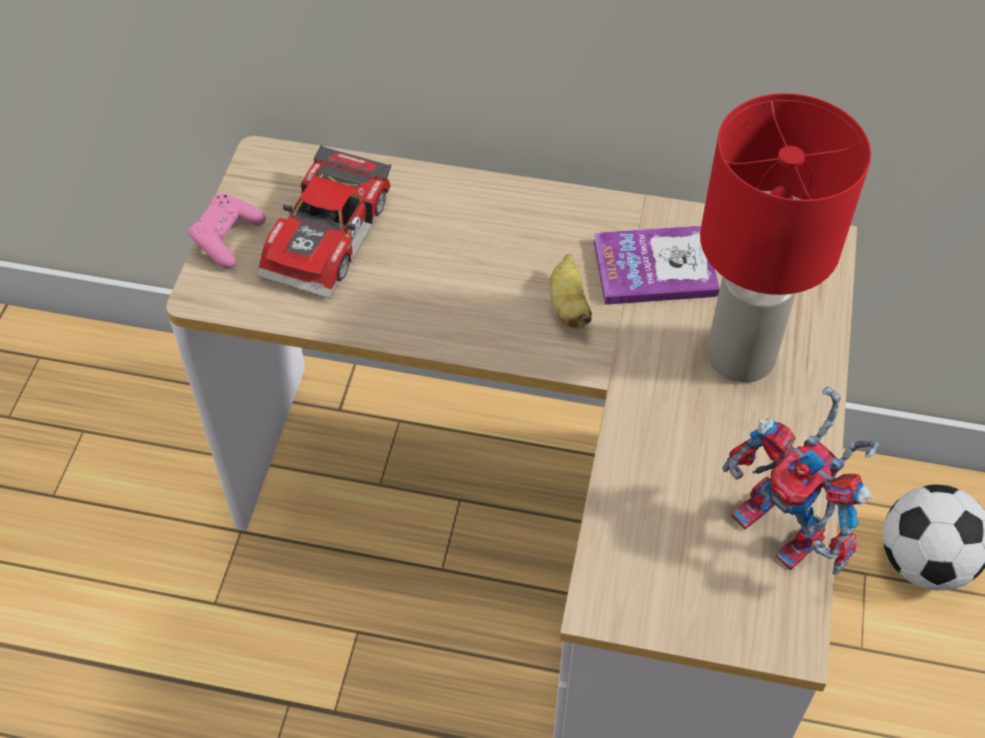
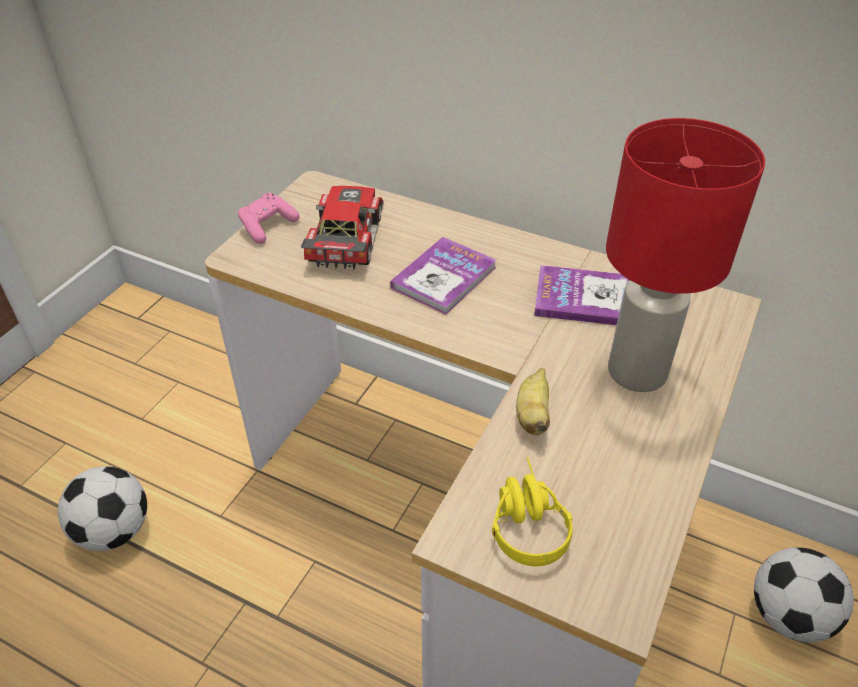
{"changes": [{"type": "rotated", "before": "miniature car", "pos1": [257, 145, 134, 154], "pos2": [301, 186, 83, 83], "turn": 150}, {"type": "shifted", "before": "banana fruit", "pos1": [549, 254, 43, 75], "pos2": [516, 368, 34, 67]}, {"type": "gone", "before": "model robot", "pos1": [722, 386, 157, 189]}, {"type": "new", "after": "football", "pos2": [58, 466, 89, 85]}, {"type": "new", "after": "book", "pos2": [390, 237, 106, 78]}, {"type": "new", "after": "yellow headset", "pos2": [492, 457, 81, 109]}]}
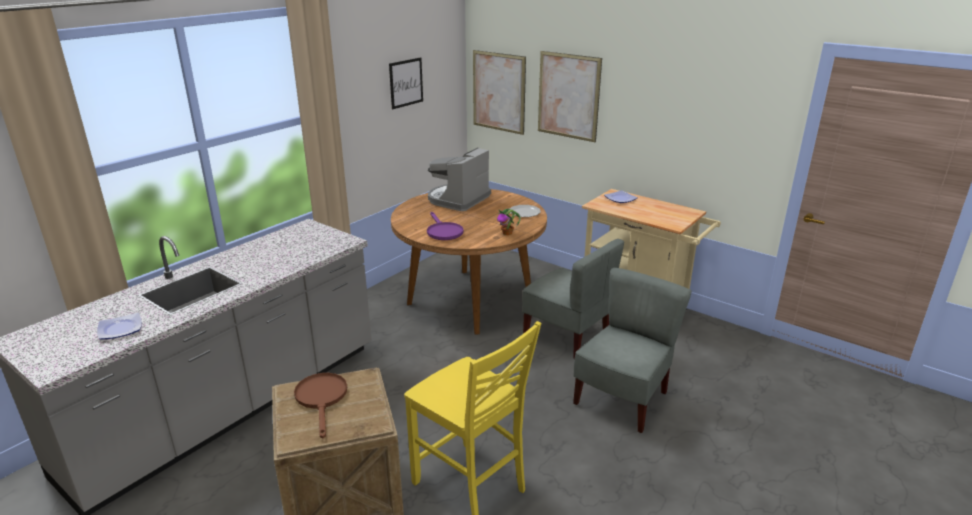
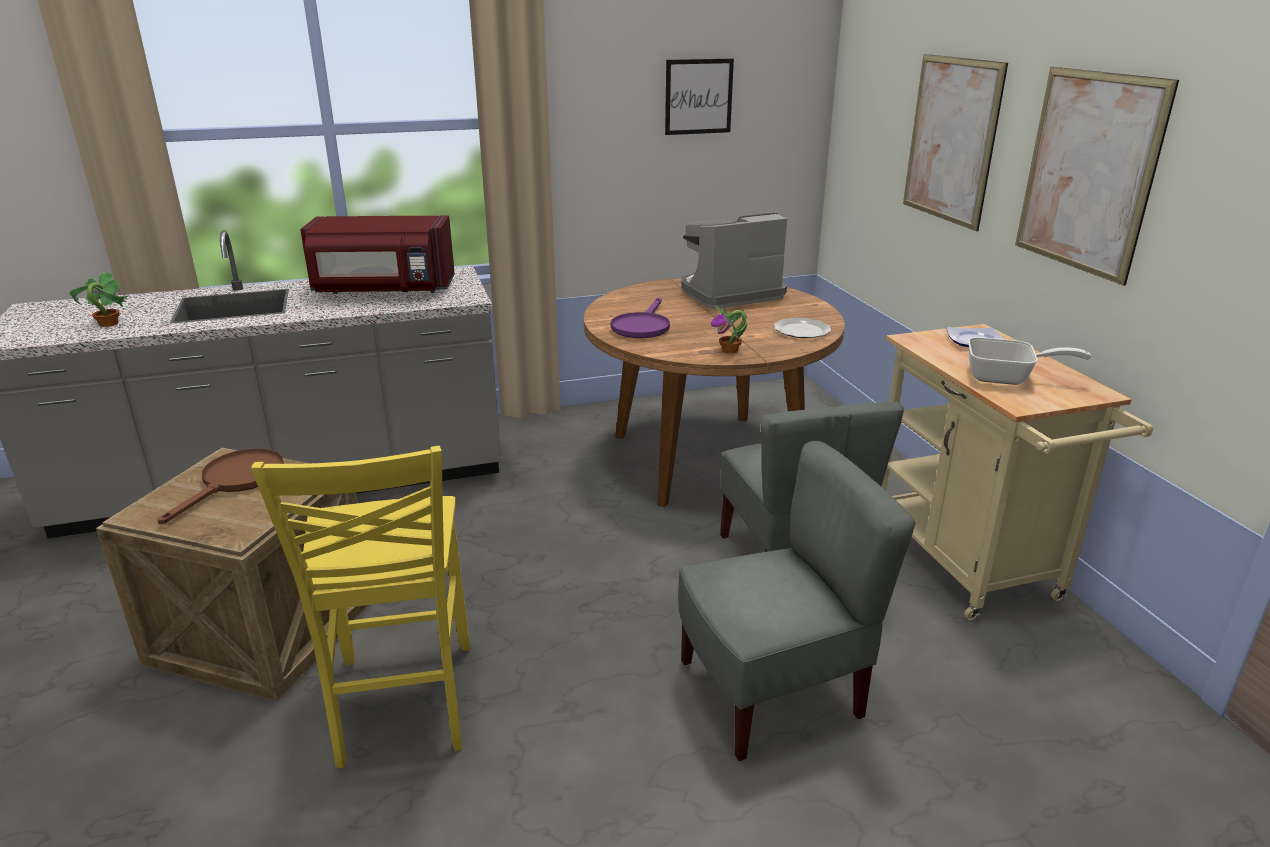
{"changes": [{"type": "swapped", "before": "plate", "after": "potted plant", "pos1": [97, 313, 45, 27], "pos2": [70, 271, 58, 56]}, {"type": "shifted", "before": "picture", "pos1": [473, 50, 53, 85], "pos2": [1015, 67, 164, 219]}, {"type": "new", "after": "red-coloured kitchen microwave", "pos2": [300, 215, 155, 79]}, {"type": "new", "after": "frying pan", "pos2": [968, 337, 123, 48]}]}
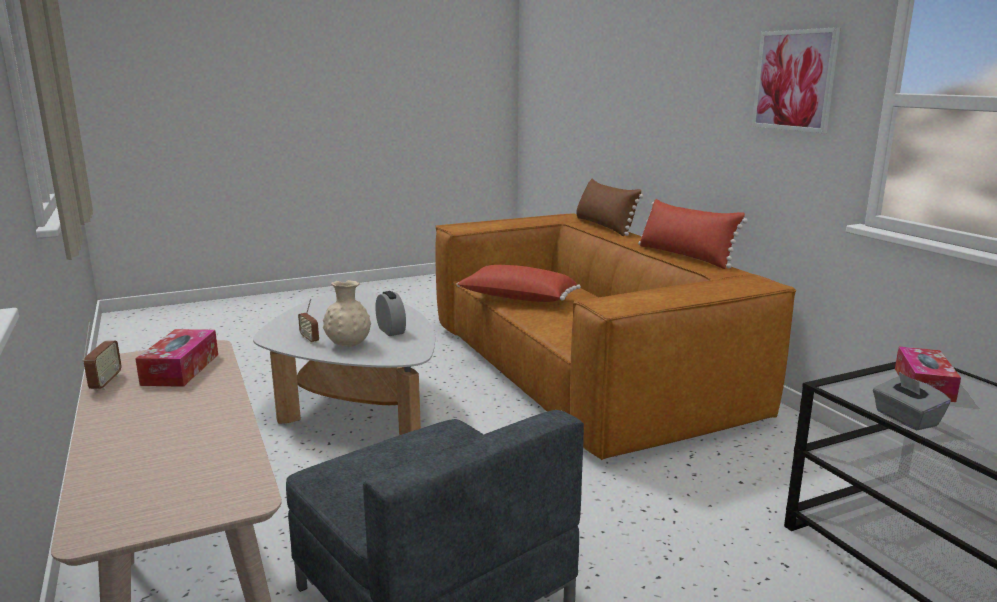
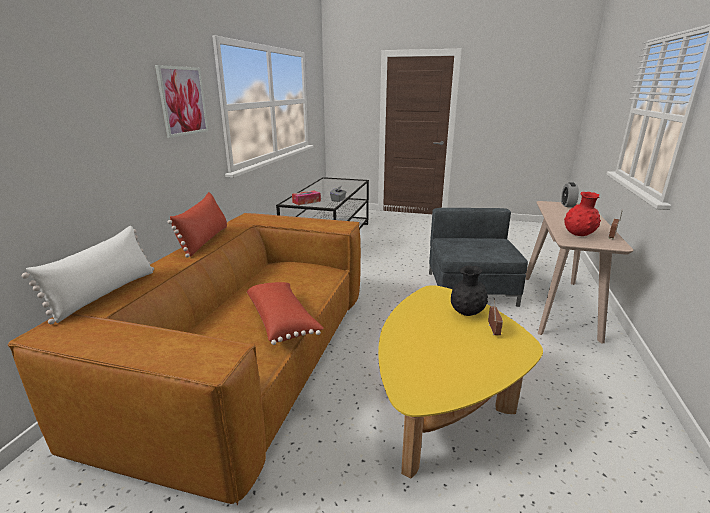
{"changes": [{"type": "swapped", "before": "tissue holder", "after": "red-coloured vase", "pos1": [135, 329, 83, 58], "pos2": [564, 192, 37, 44]}, {"type": "repainted", "before": "whitish coffee table", "after": "yellow coffee table", "pos1": [253, 289, 182, 146], "pos2": [378, 285, 165, 193]}, {"type": "repainted", "before": "beige vase", "after": "blackish vase", "pos1": [323, 280, 48, 67], "pos2": [451, 266, 37, 50]}, {"type": "shifted", "before": "table clock", "pos1": [375, 291, 31, 45], "pos2": [561, 182, 18, 25]}, {"type": "repainted", "before": "brown-coloured cushion", "after": "whitish cushion", "pos1": [576, 179, 68, 57], "pos2": [22, 226, 132, 98]}]}
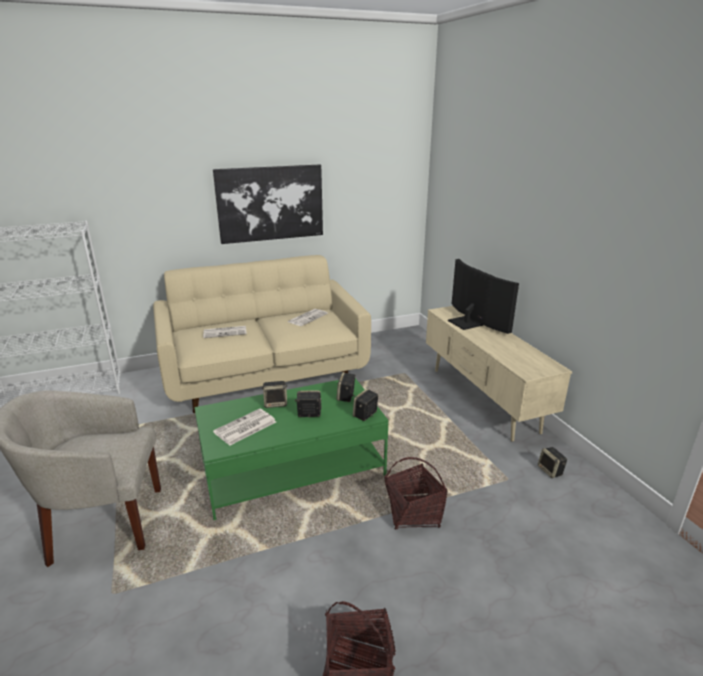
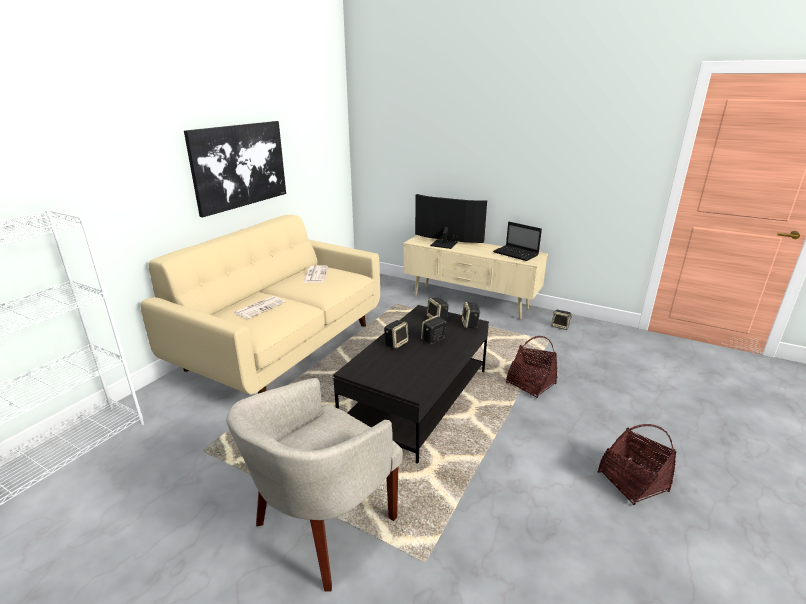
{"changes": [{"type": "repainted", "before": "green-coloured coffee table", "after": "blackish coffee table", "pos1": [194, 378, 195, 142], "pos2": [333, 305, 156, 159]}, {"type": "gone", "before": "printed paper", "pos1": [213, 409, 63, 37]}, {"type": "new", "after": "laptop", "pos2": [493, 222, 49, 39]}]}
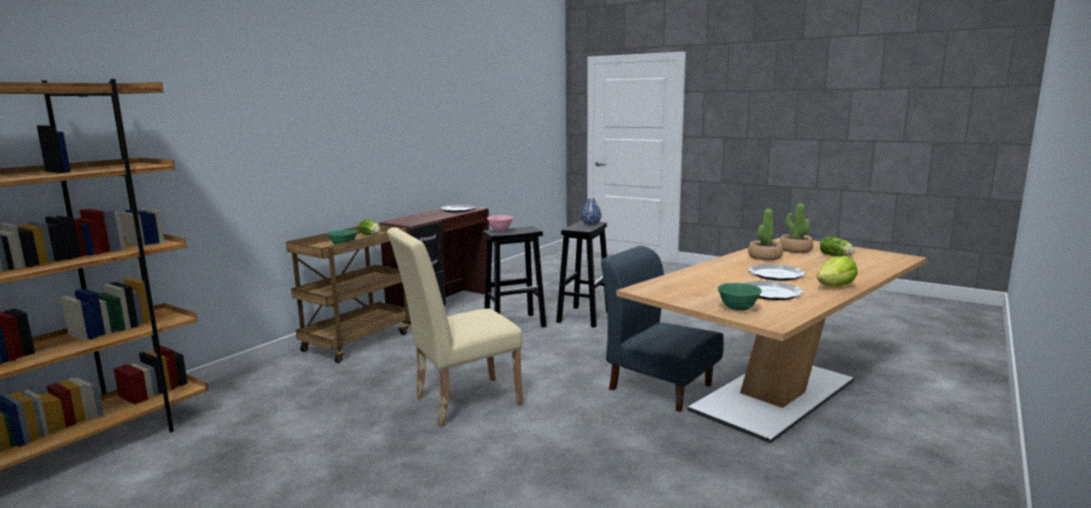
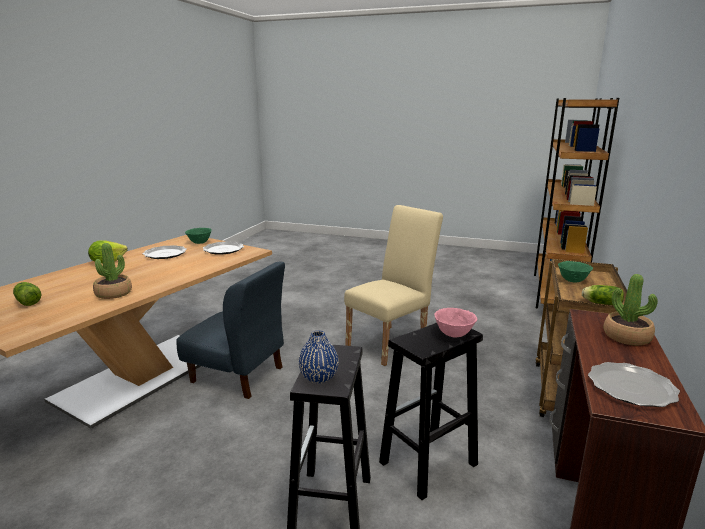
{"changes": [{"type": "shifted", "before": "plate", "pos1": [748, 264, 58, 17], "pos2": [203, 241, 41, 14]}, {"type": "shifted", "before": "potted plant", "pos1": [779, 203, 34, 50], "pos2": [604, 274, 54, 71]}]}
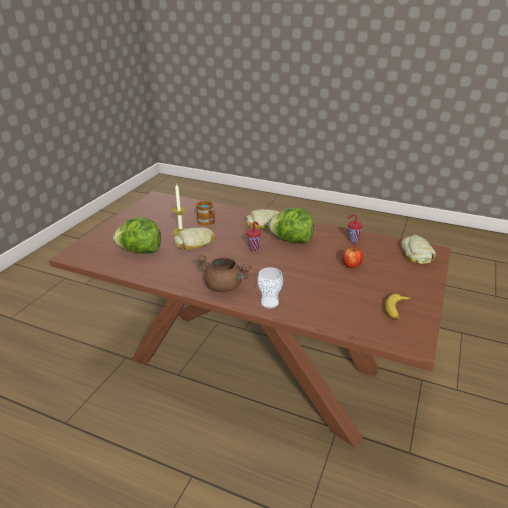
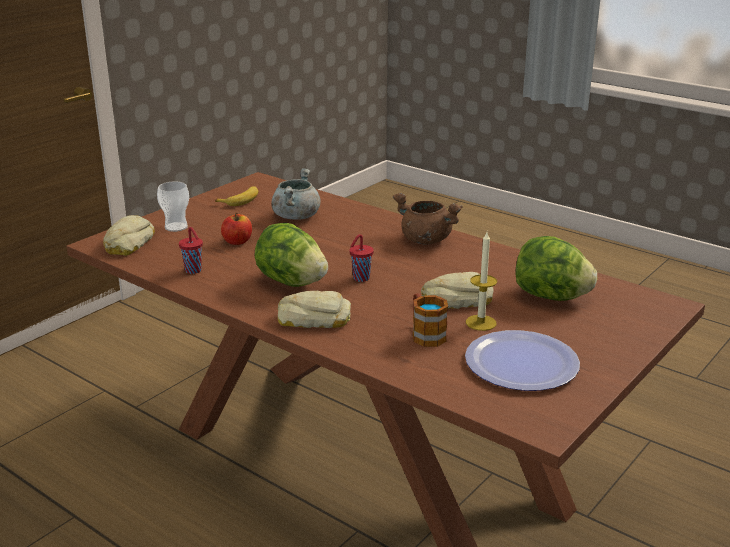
{"changes": [{"type": "shifted", "before": "drinking cup", "pos1": [257, 267, 26, 41], "pos2": [157, 181, 32, 51]}, {"type": "new", "after": "grey saucepot", "pos2": [271, 168, 50, 51]}, {"type": "new", "after": "plate", "pos2": [465, 330, 115, 61]}]}
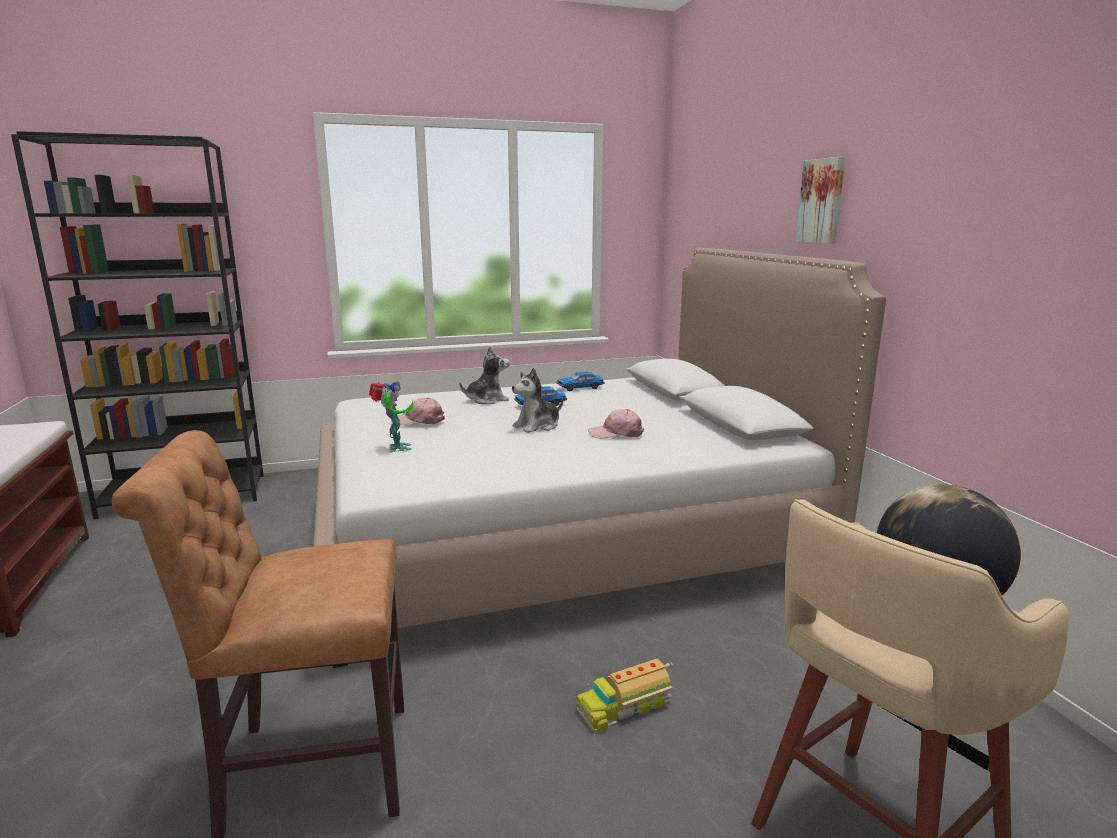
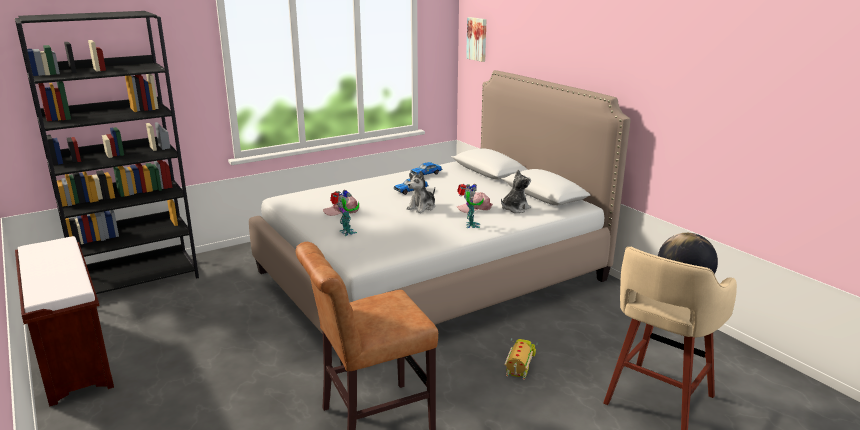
{"changes": [{"type": "shifted", "before": "cuddly toy", "pos1": [459, 346, 51, 58], "pos2": [501, 170, 30, 43]}, {"type": "rotated", "before": "toy truck", "pos1": [577, 658, 96, 75], "pos2": [504, 338, 34, 42], "turn": 150}, {"type": "shifted", "before": "picture", "pos1": [796, 157, 49, 87], "pos2": [466, 17, 21, 45]}, {"type": "new", "after": "model robot", "pos2": [457, 184, 26, 44]}]}
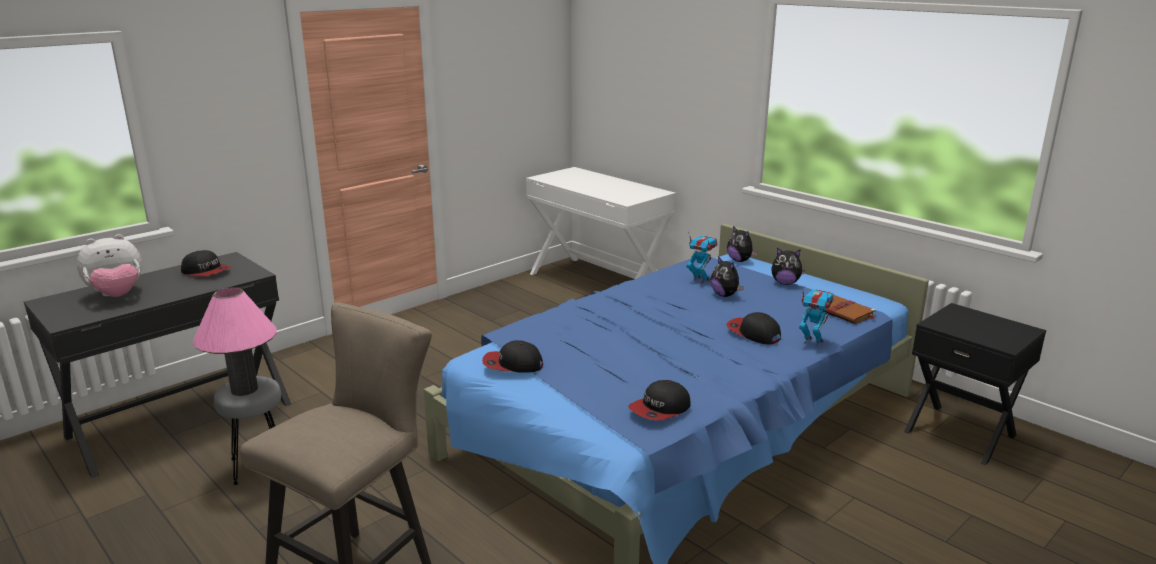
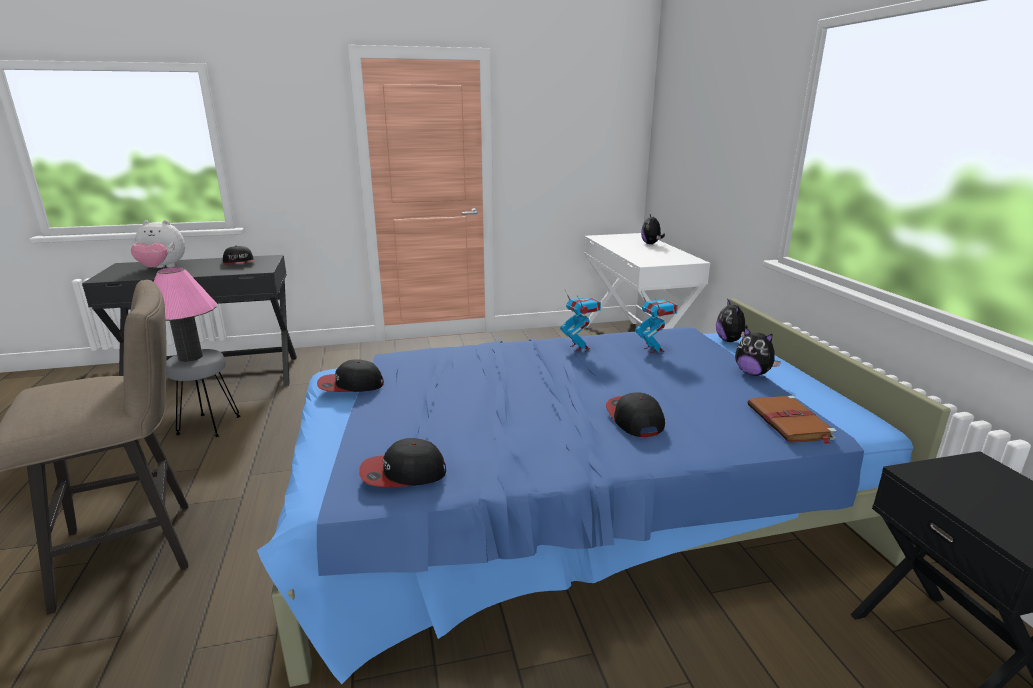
{"changes": [{"type": "rotated", "before": "baseball cap", "pos1": [482, 340, 61, 33], "pos2": [317, 359, 67, 33], "turn": -45}, {"type": "shifted", "before": "cuddly toy", "pos1": [711, 256, 33, 41], "pos2": [641, 215, 24, 29]}, {"type": "shifted", "before": "model robot", "pos1": [799, 287, 35, 59], "pos2": [560, 289, 41, 62]}]}
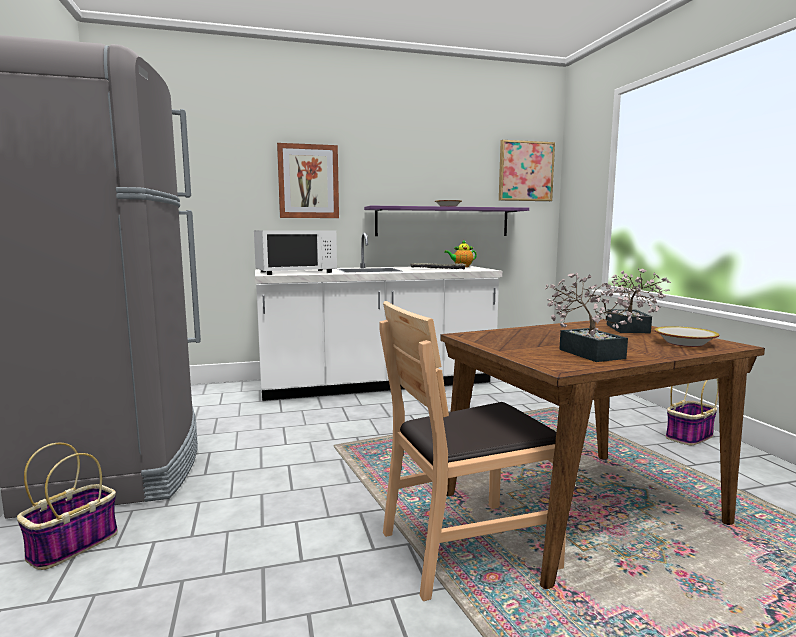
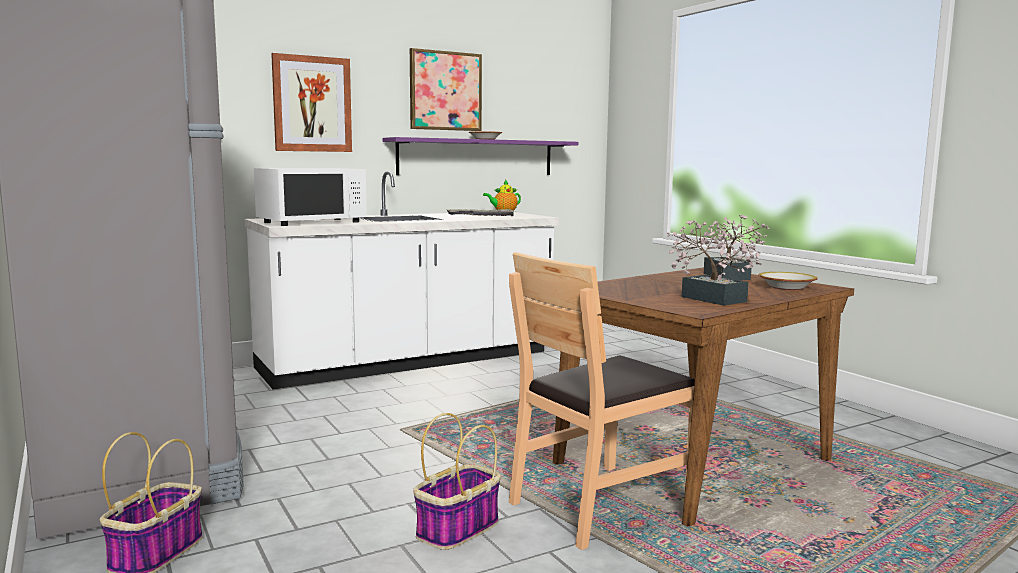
{"changes": [{"type": "shifted", "before": "picture", "pos1": [499, 140, 56, 61], "pos2": [410, 48, 72, 83]}, {"type": "shifted", "before": "storage basket", "pos1": [666, 378, 53, 67], "pos2": [413, 413, 88, 137]}]}
